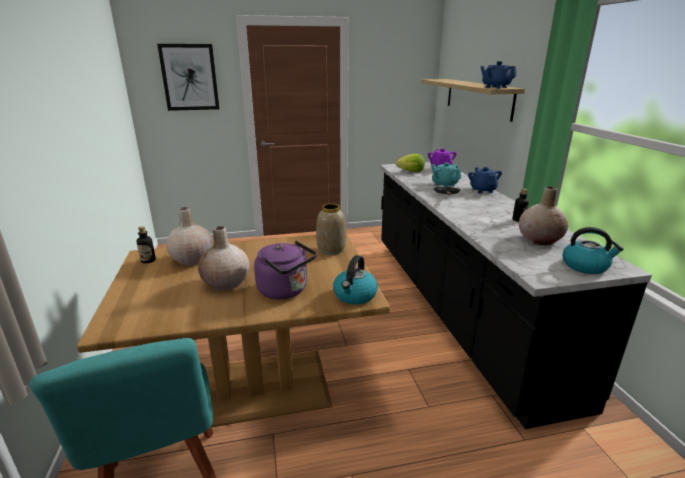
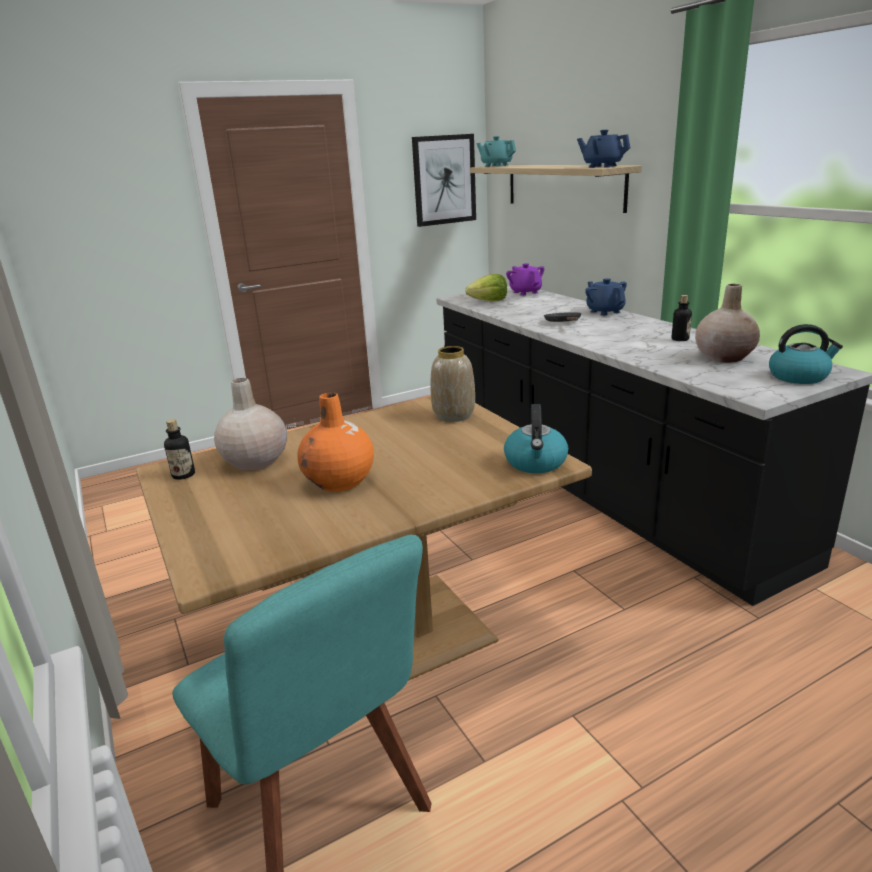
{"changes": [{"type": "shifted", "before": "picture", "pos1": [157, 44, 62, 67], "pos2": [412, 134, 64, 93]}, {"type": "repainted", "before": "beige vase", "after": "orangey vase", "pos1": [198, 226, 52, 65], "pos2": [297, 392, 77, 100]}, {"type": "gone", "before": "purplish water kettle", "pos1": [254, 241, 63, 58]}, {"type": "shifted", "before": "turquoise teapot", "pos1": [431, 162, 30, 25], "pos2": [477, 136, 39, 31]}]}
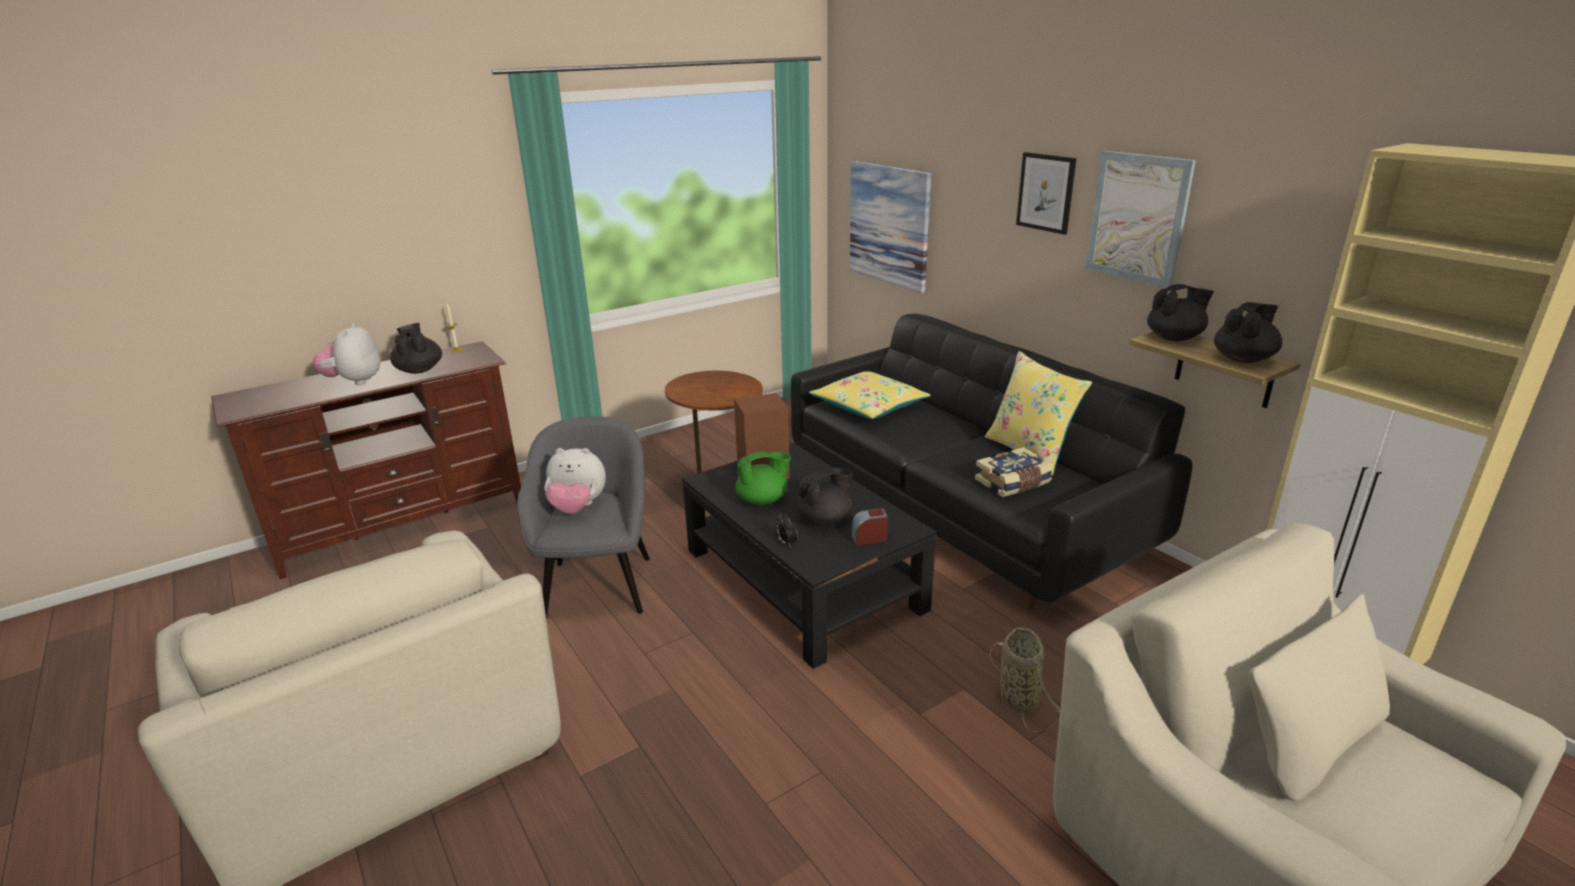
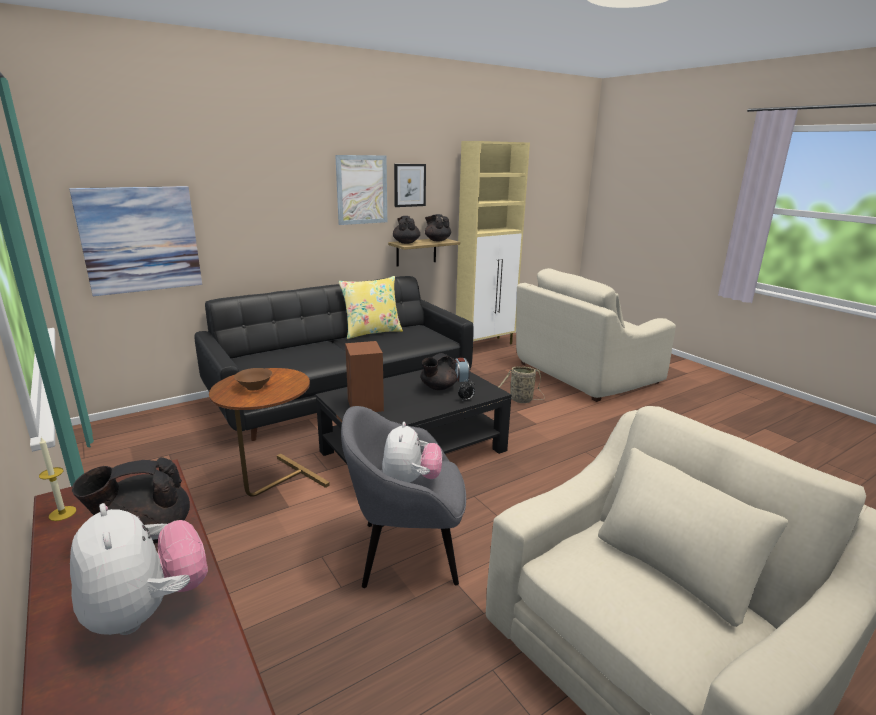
{"changes": [{"type": "rotated", "before": "cuddly toy", "pos1": [313, 323, 68, 62], "pos2": [70, 503, 138, 132], "turn": -120}, {"type": "gone", "before": "green-coloured teapot", "pos1": [735, 452, 56, 53]}, {"type": "rotated", "before": "blackish teapot", "pos1": [797, 468, 56, 57], "pos2": [421, 353, 36, 37], "turn": -105}, {"type": "gone", "before": "yellow cushion", "pos1": [809, 371, 122, 48]}, {"type": "gone", "before": "book", "pos1": [975, 447, 78, 50]}, {"type": "shifted", "before": "picture", "pos1": [1016, 152, 60, 83], "pos2": [394, 164, 32, 43]}, {"type": "new", "after": "brown-coloured deep dish", "pos2": [234, 368, 38, 22]}]}
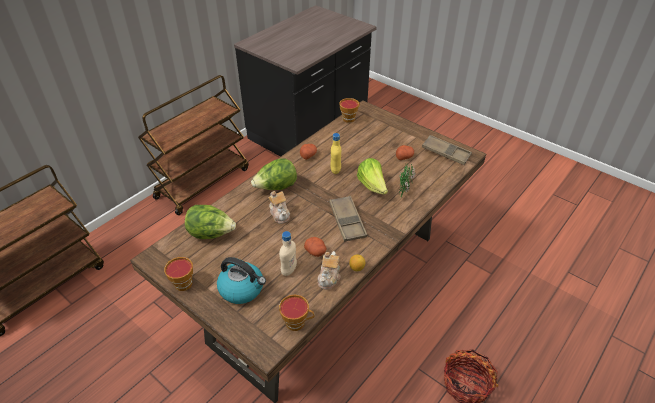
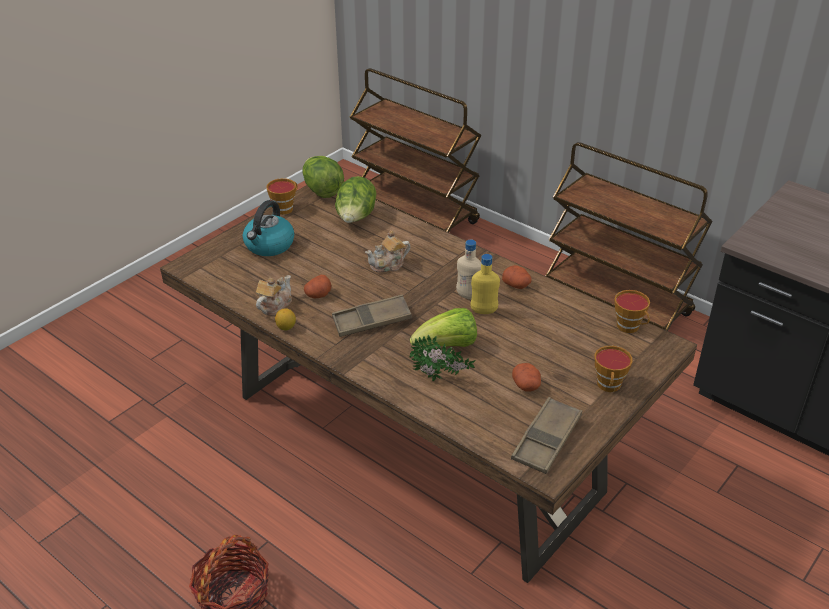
{"changes": [{"type": "shifted", "before": "head of lettuce", "pos1": [251, 159, 46, 31], "pos2": [302, 156, 42, 42]}, {"type": "shifted", "before": "beige beverage bottle", "pos1": [279, 231, 18, 45], "pos2": [456, 239, 25, 61]}, {"type": "shifted", "before": "drinking cup", "pos1": [279, 295, 36, 36], "pos2": [595, 346, 38, 46]}, {"type": "rotated", "before": "teapot", "pos1": [317, 251, 24, 39], "pos2": [256, 275, 36, 41], "turn": 105}]}
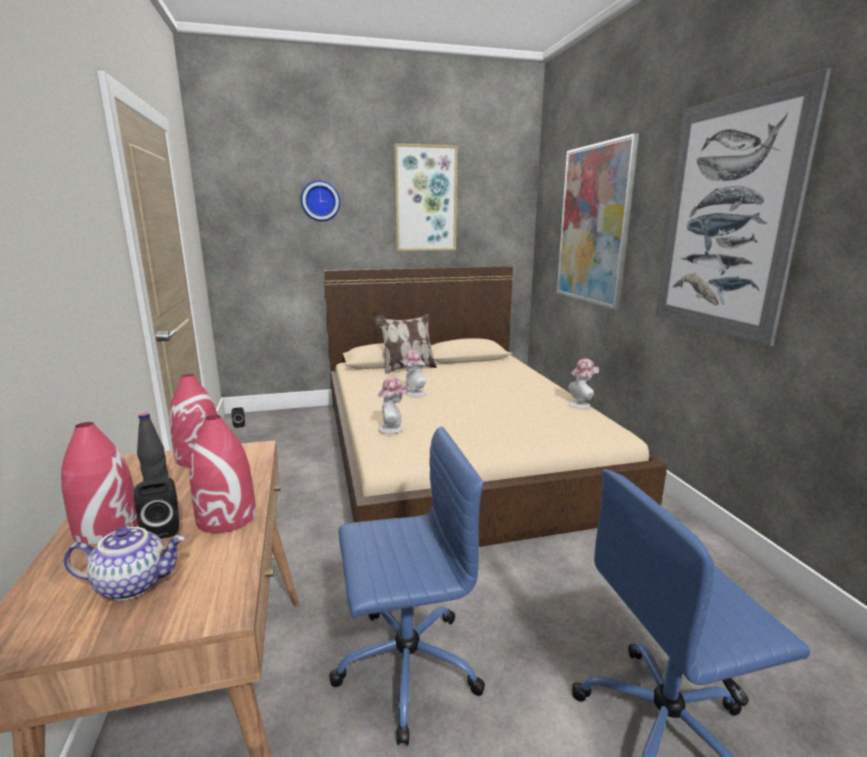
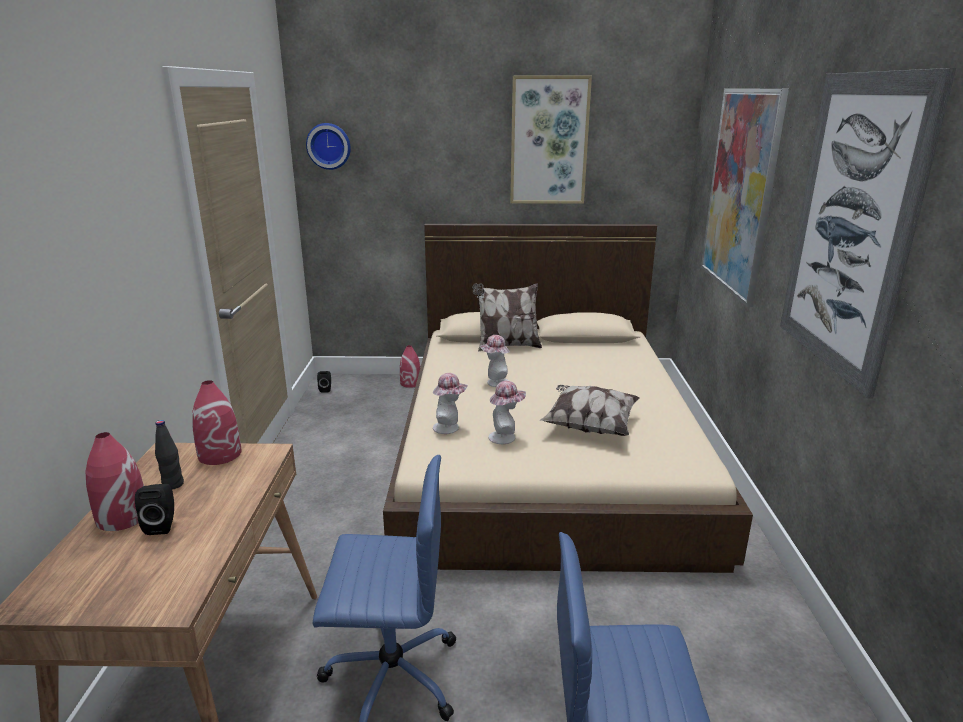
{"changes": [{"type": "gone", "before": "teapot", "pos1": [64, 527, 121, 74]}, {"type": "shifted", "before": "red-coloured vase", "pos1": [190, 415, 66, 118], "pos2": [400, 345, 20, 43]}, {"type": "shifted", "before": "wall clock", "pos1": [301, 180, 39, 41], "pos2": [306, 123, 45, 47]}, {"type": "shifted", "before": "clothing hat", "pos1": [569, 359, 30, 50], "pos2": [488, 381, 38, 63]}, {"type": "new", "after": "cushion", "pos2": [540, 385, 100, 51]}]}
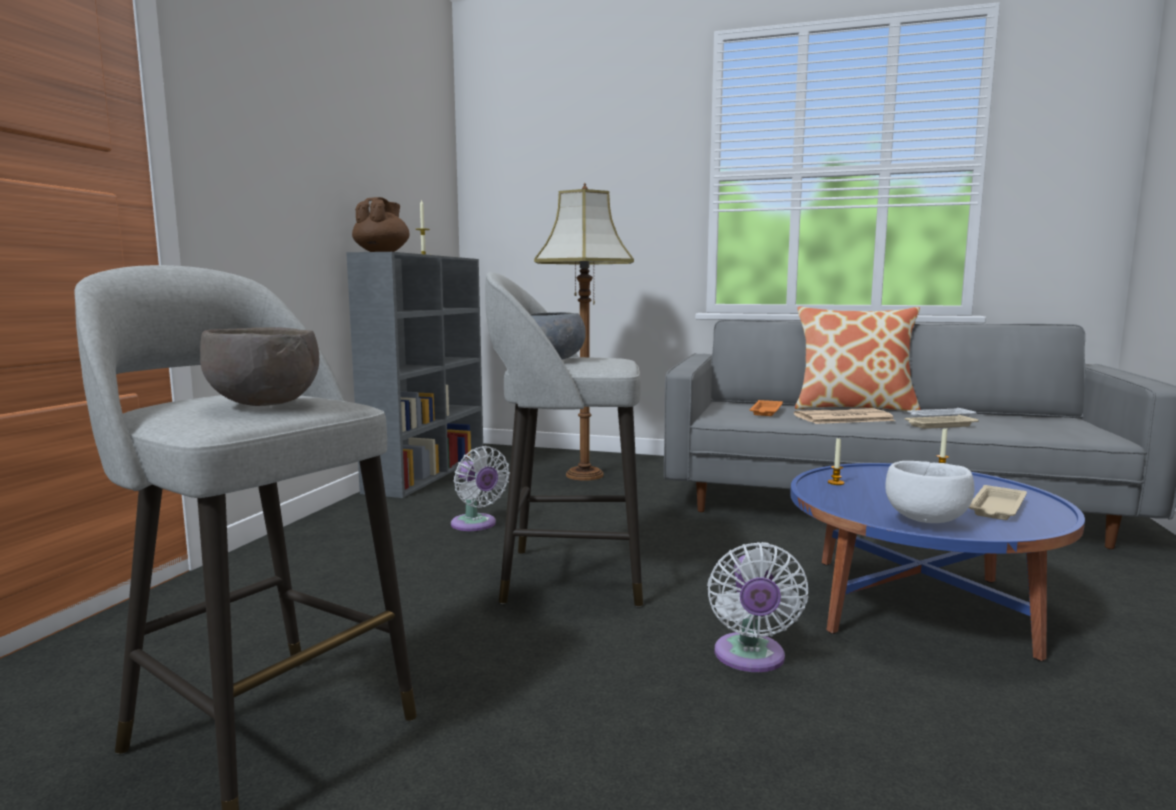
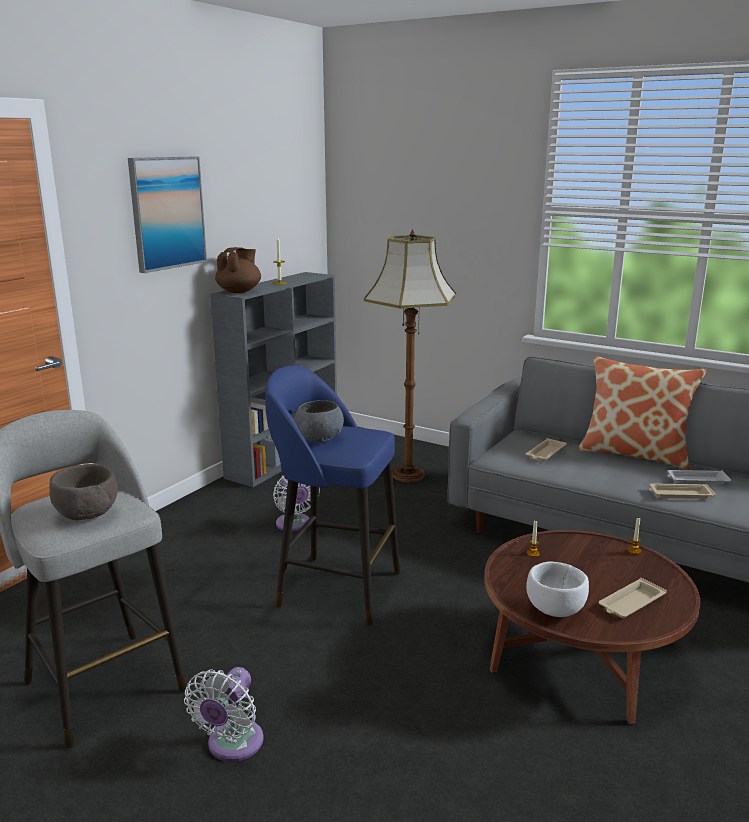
{"changes": [{"type": "repainted", "before": "grey stool seat", "after": "blue-coloured stool seat", "pos1": [485, 272, 158, 335], "pos2": [265, 365, 135, 260]}, {"type": "shifted", "before": "whitish cooling fan", "pos1": [707, 542, 101, 130], "pos2": [184, 667, 80, 95]}, {"type": "repainted", "before": "orangey carrying tray", "after": "beige carrying tray", "pos1": [749, 400, 34, 16], "pos2": [526, 438, 41, 24]}, {"type": "repainted", "before": "blue-coloured coffee table", "after": "brown-coloured coffee table", "pos1": [790, 463, 295, 198], "pos2": [484, 530, 216, 195]}, {"type": "gone", "before": "printed paper", "pos1": [794, 408, 102, 16]}, {"type": "new", "after": "picture", "pos2": [128, 156, 79, 117]}]}
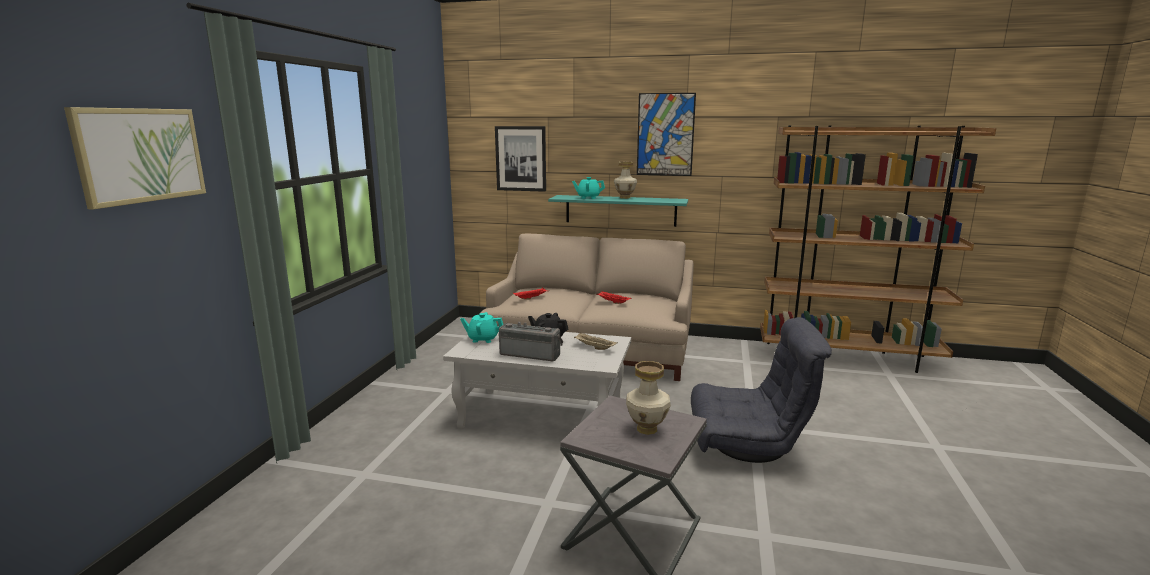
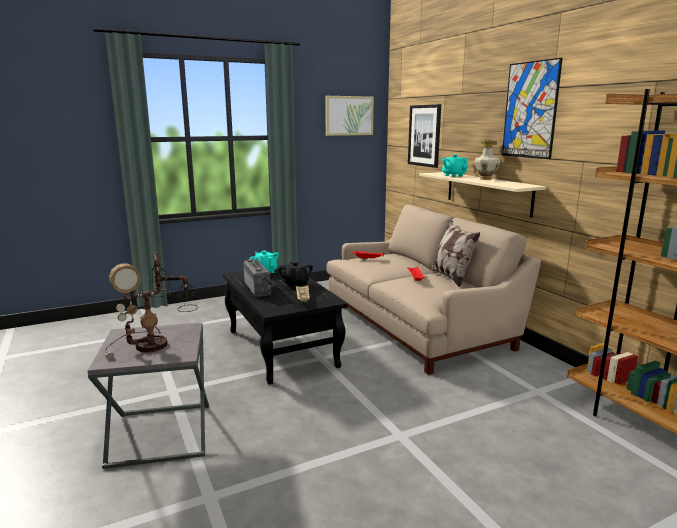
{"changes": [{"type": "shifted", "before": "picture", "pos1": [64, 107, 142, 103], "pos2": [325, 96, 49, 40]}, {"type": "repainted", "before": "whitish coffee table", "after": "blackish coffee table", "pos1": [443, 326, 188, 103], "pos2": [223, 265, 125, 119]}, {"type": "repainted", "before": "turquoise bracket shelf", "after": "beige bracket shelf", "pos1": [548, 195, 140, 32], "pos2": [419, 172, 127, 46]}, {"type": "swapped", "before": "vase", "after": "tabletop lamp", "pos1": [626, 361, 45, 74], "pos2": [105, 252, 93, 106]}, {"type": "gone", "before": "grey armchair", "pos1": [691, 317, 141, 146]}, {"type": "new", "after": "cushion", "pos2": [431, 220, 49, 67]}]}
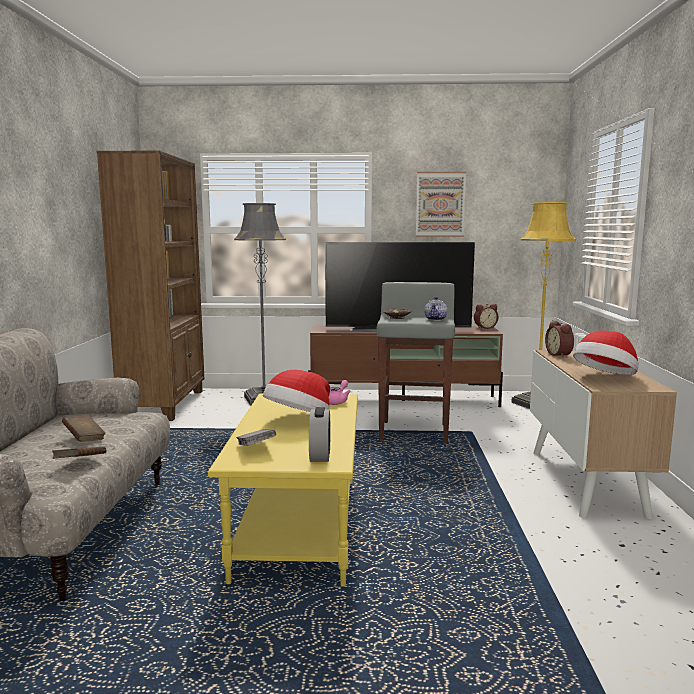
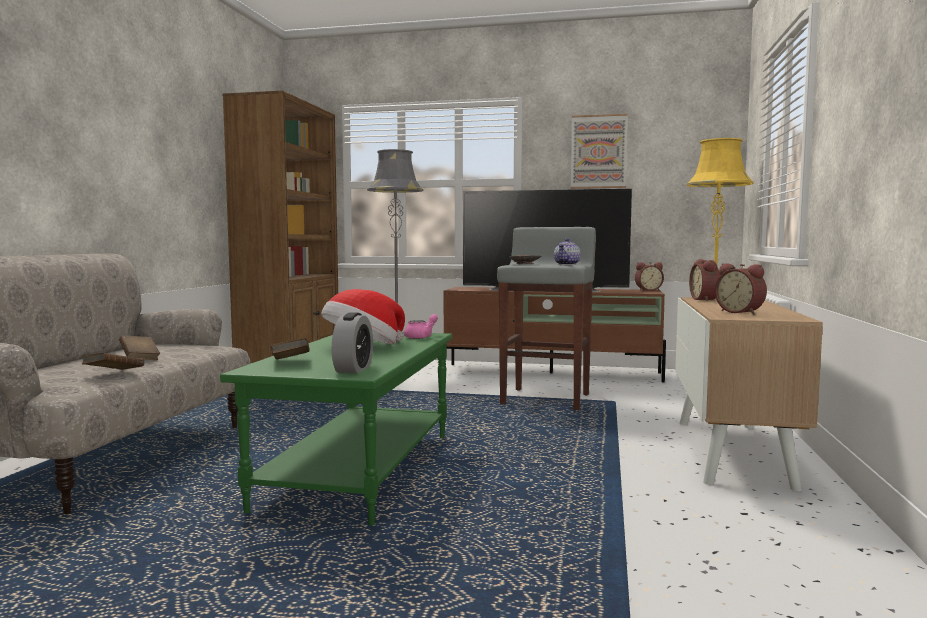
{"changes": [{"type": "repainted", "before": "yellow coffee table", "after": "green-coloured coffee table", "pos1": [208, 393, 150, 194], "pos2": [220, 332, 232, 193]}, {"type": "repainted", "before": "grey book", "after": "brown-coloured book", "pos1": [236, 429, 40, 17], "pos2": [270, 338, 39, 21]}, {"type": "swapped", "before": "clothing hat", "after": "table clock", "pos1": [573, 330, 66, 45], "pos2": [715, 263, 52, 51]}]}
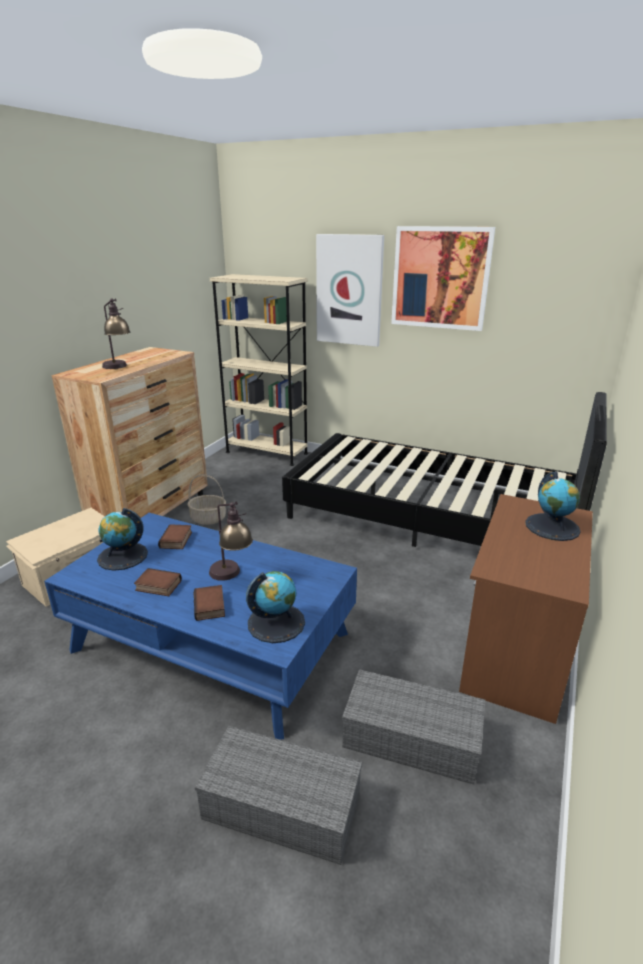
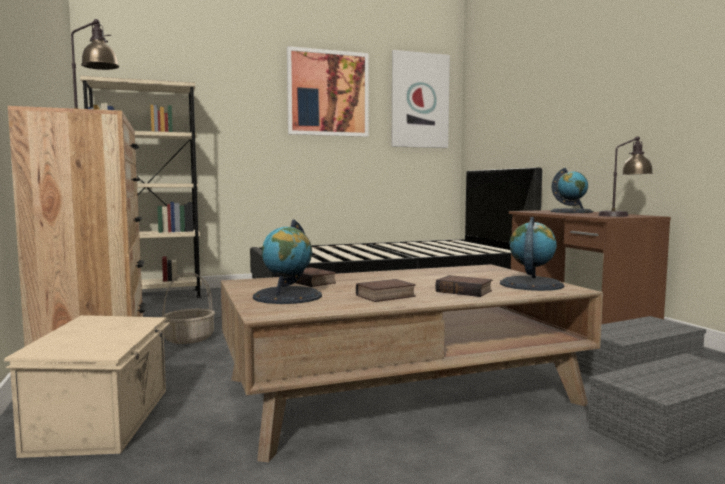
{"changes": [{"type": "repainted", "before": "blue-coloured coffee table", "after": "brown-coloured coffee table", "pos1": [44, 513, 313, 227], "pos2": [221, 264, 382, 198]}, {"type": "shifted", "before": "tabletop lamp", "pos1": [209, 501, 44, 80], "pos2": [598, 136, 55, 81]}, {"type": "shifted", "before": "picture", "pos1": [316, 234, 68, 113], "pos2": [392, 50, 58, 98]}]}
